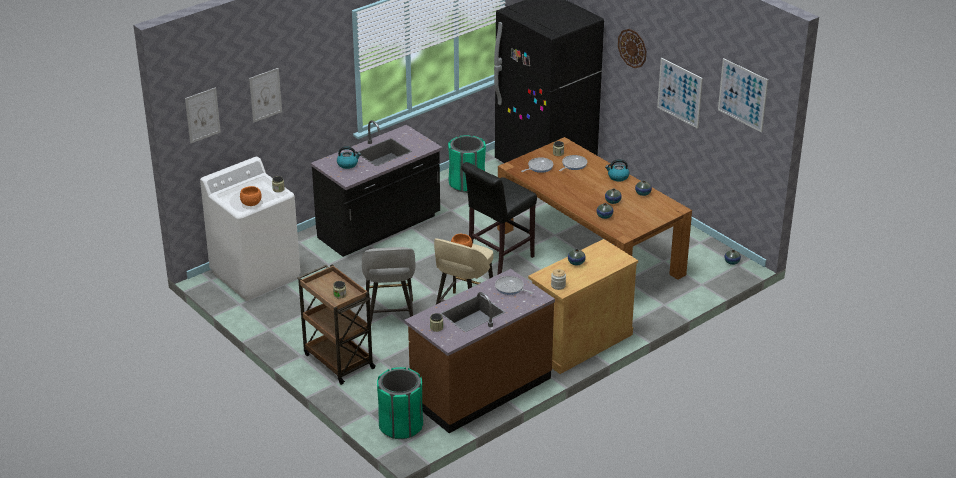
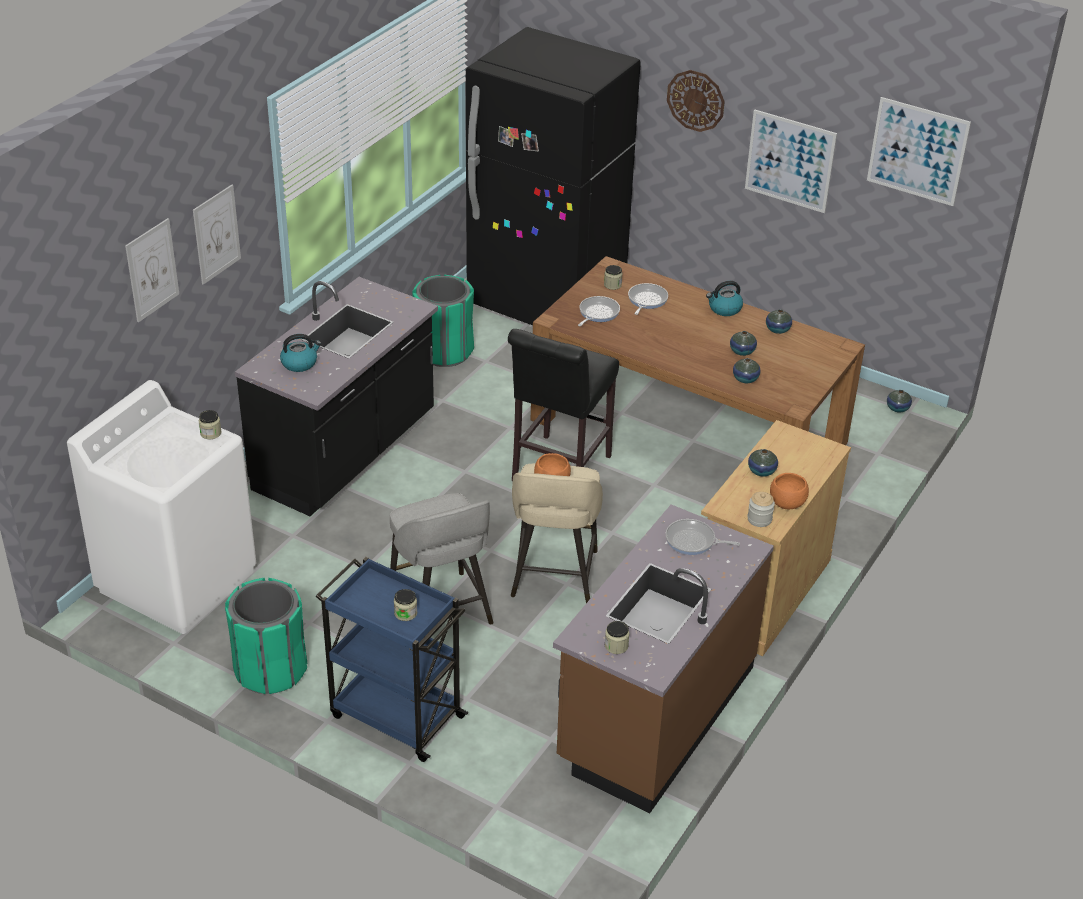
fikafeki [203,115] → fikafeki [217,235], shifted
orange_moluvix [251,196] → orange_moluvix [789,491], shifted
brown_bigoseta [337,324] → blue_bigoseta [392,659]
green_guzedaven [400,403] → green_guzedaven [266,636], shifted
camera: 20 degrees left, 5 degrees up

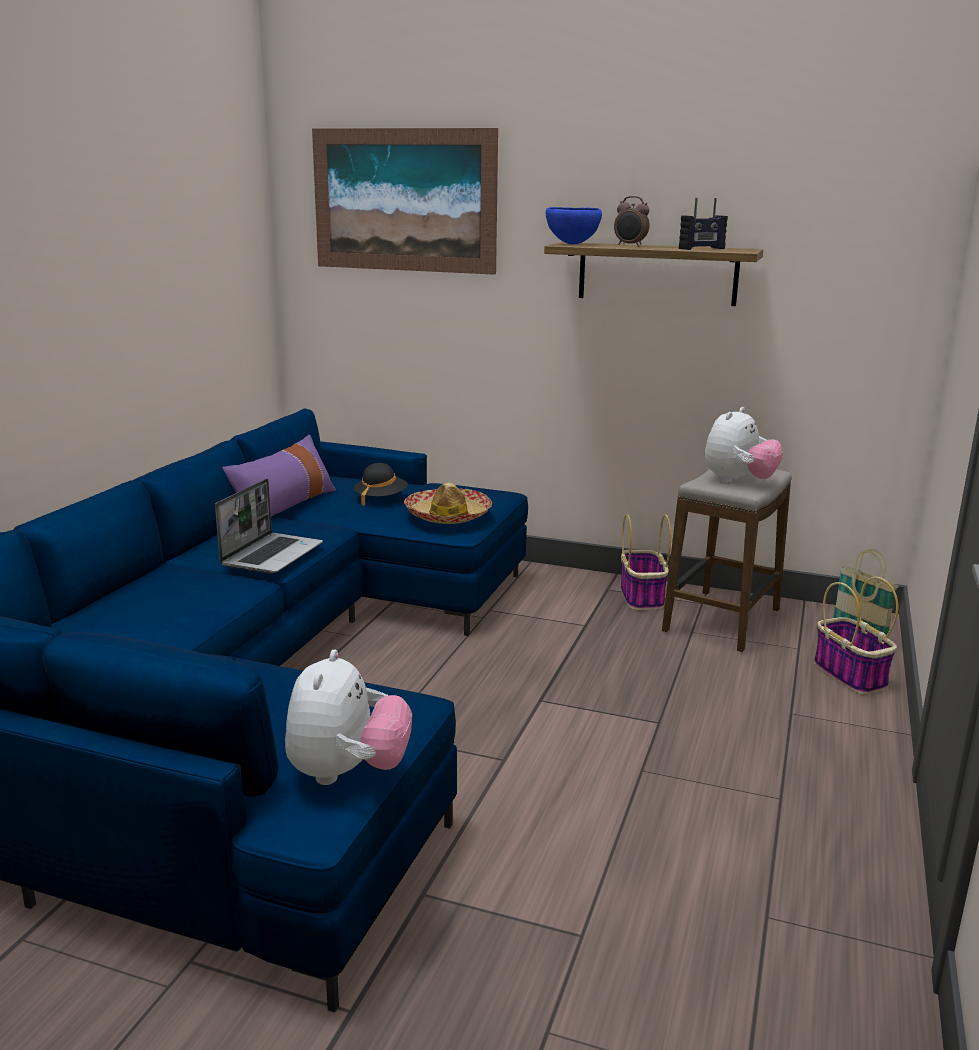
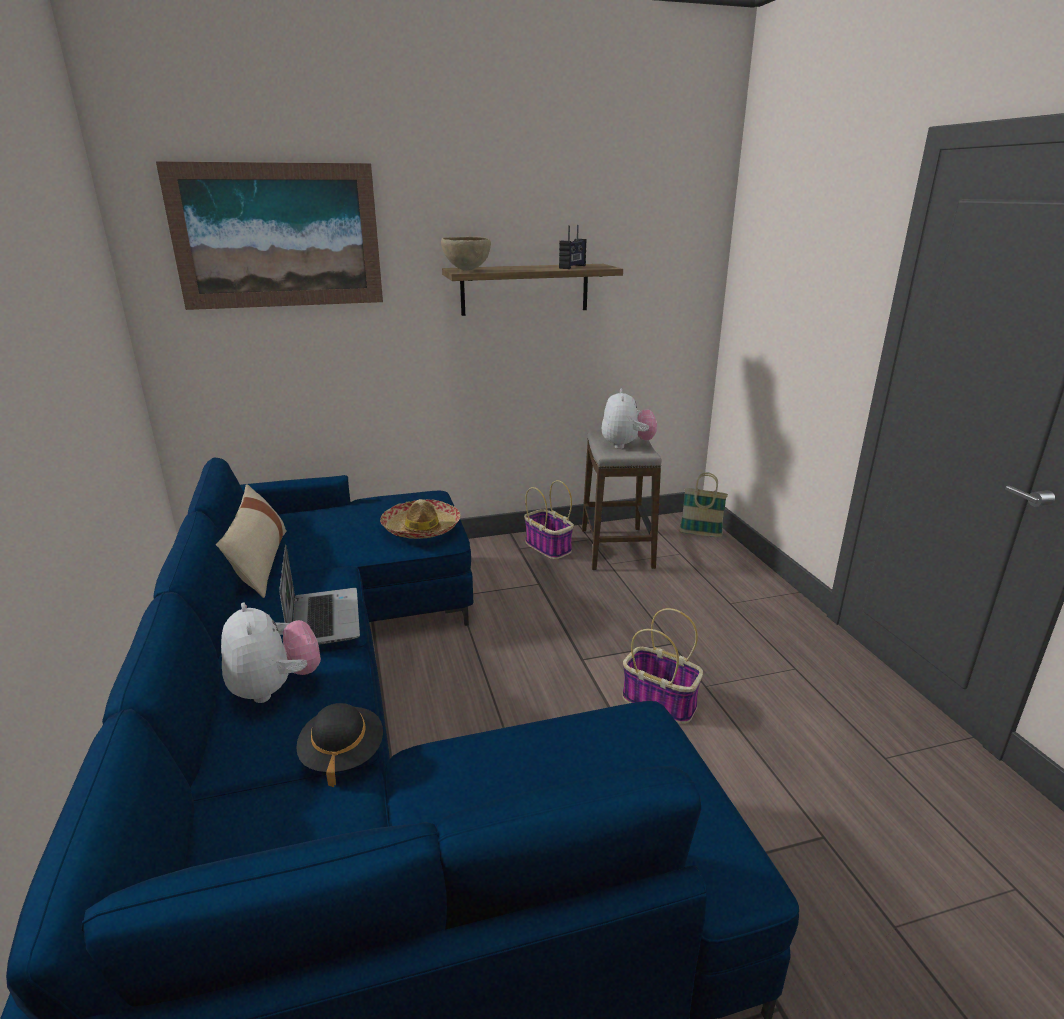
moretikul [631,221] → -
blue_moluvix [574,226] → brown_moluvix [466,254]
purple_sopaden [279,476] → beige_sopaden [251,541]
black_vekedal [381,484] → black_vekedal [339,745], shifted
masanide [856,636] → masanide [662,666], shifted
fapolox [348,717] → fapolox [271,652], shifted
camera: 35 degrees left, 5 degrees up

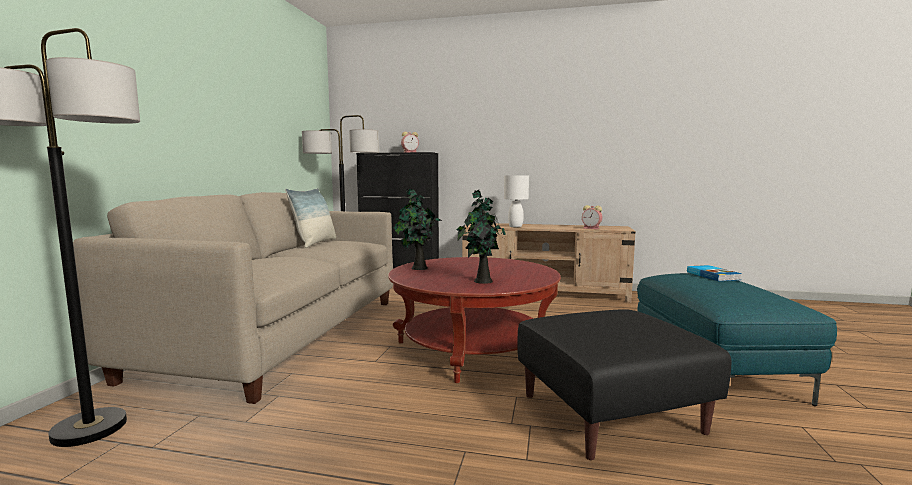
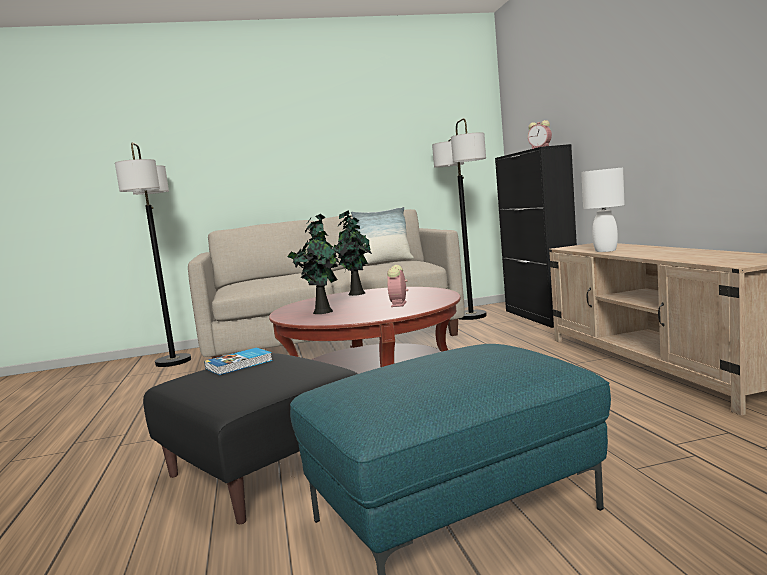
moretikul [592,217] → moretikul [397,286], shifted
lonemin [714,273] → lonemin [238,361], shifted
camera: 65 degrees right, 0 degrees up

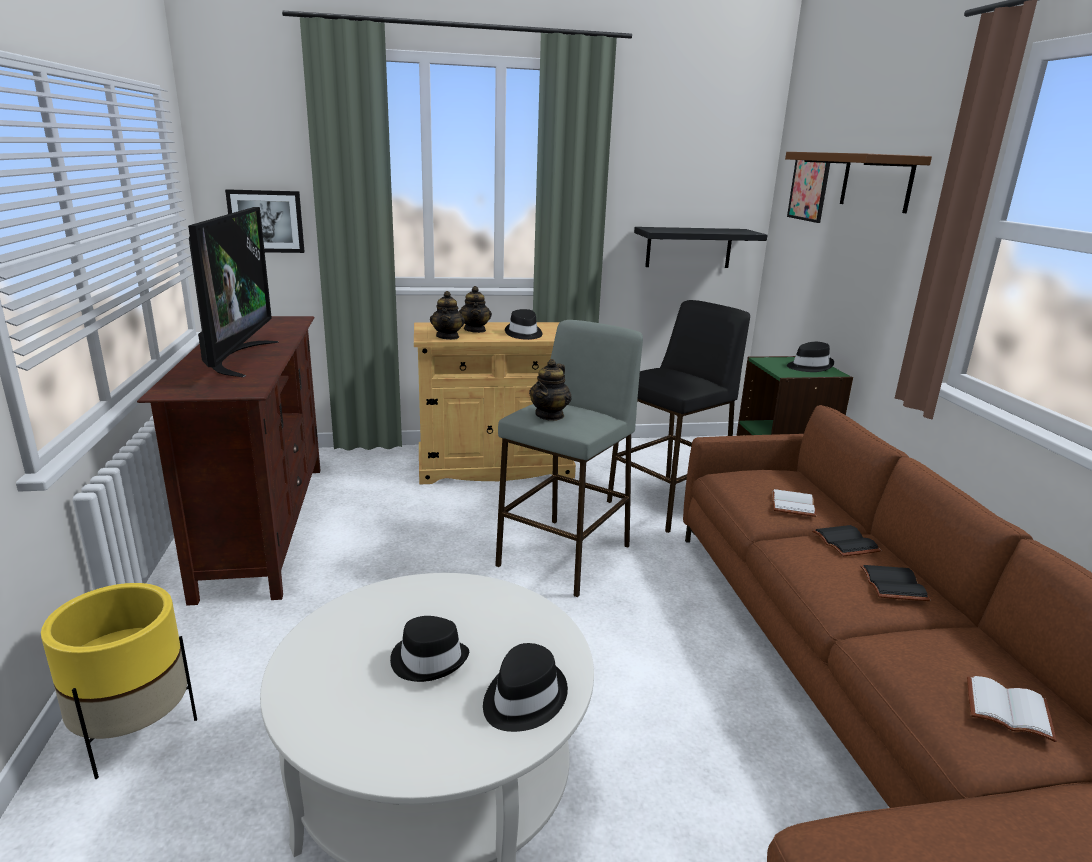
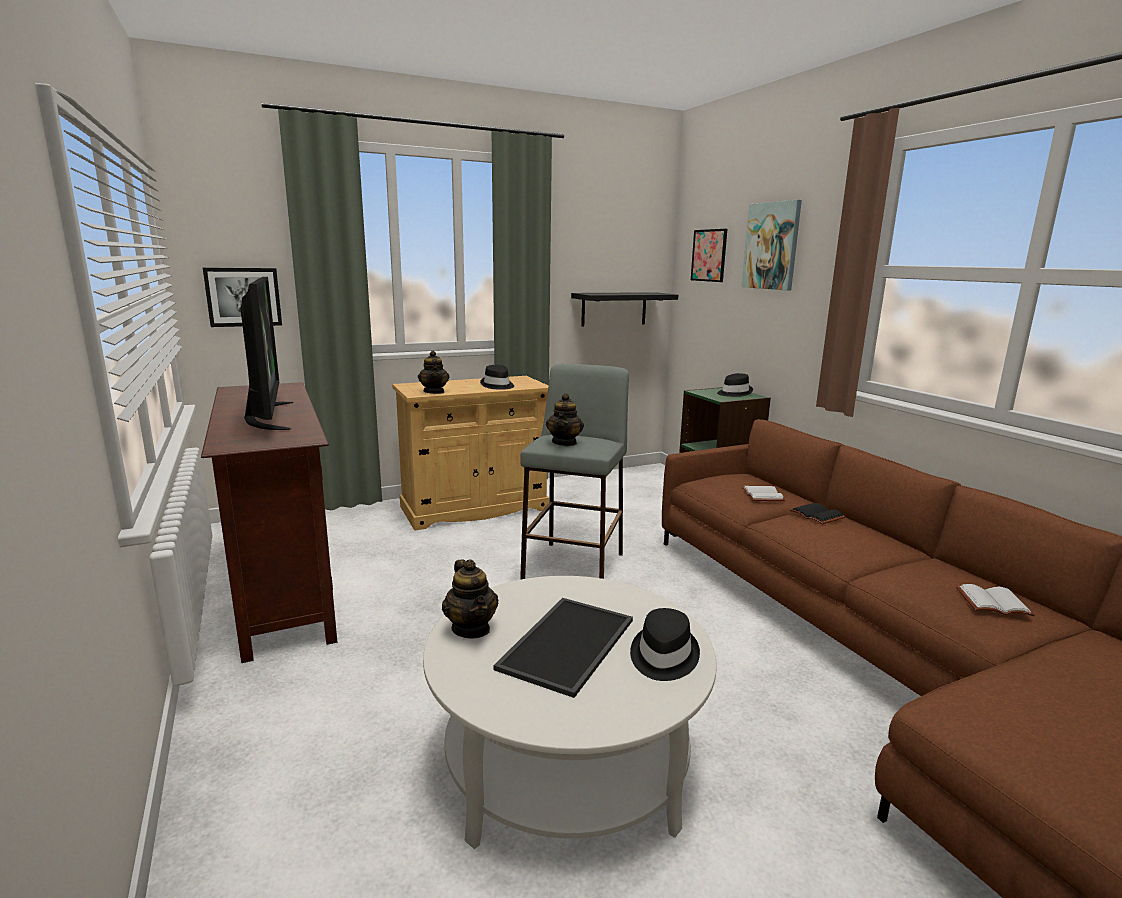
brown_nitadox [858,182] → fikafeki [771,245]
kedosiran [475,309] → kedosiran [470,599], shifted
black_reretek [678,416] → -
black_lonemin [895,583] → -
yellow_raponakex [119,681] → -
black_vekedal [429,649] → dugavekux [563,648]
camera: 15 degrees left, 5 degrees down

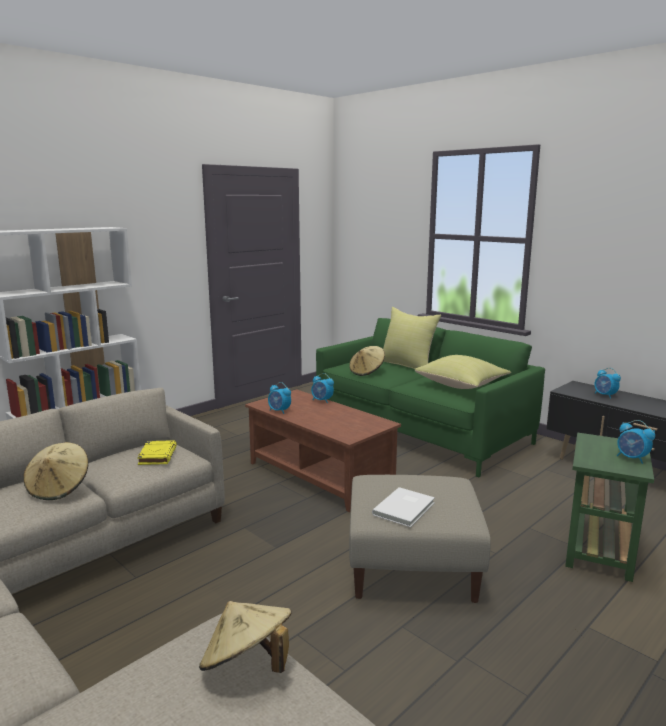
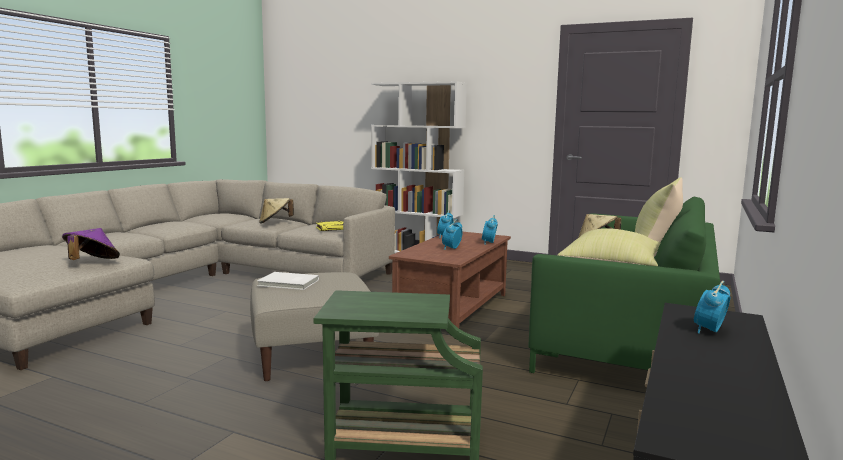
moretikul [636,442] → moretikul [452,234], shifted
beige_vekedal [245,637] → purple_vekedal [91,244]
camera: 70 degrees right, 5 degrees down

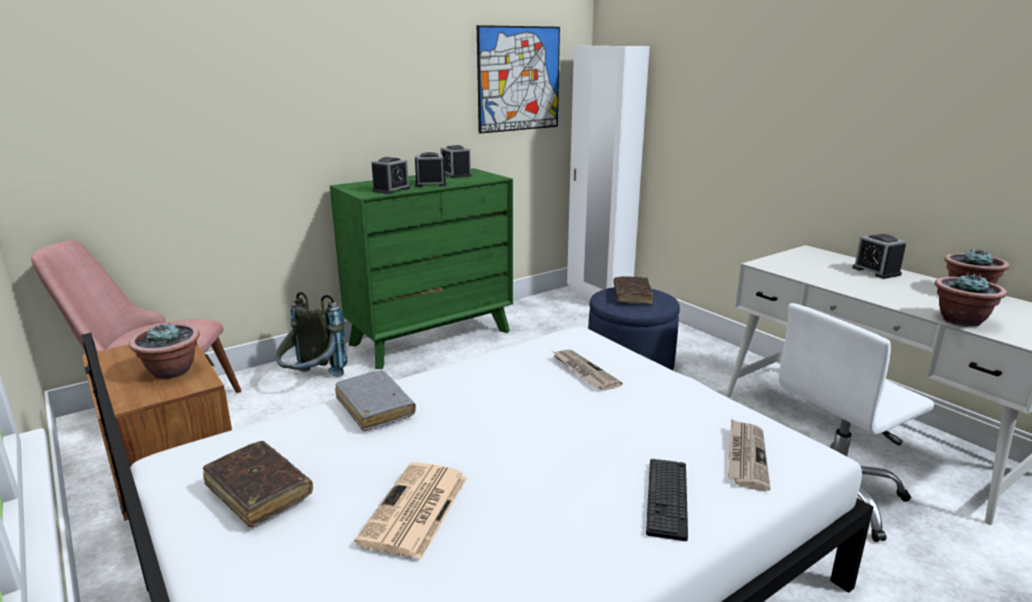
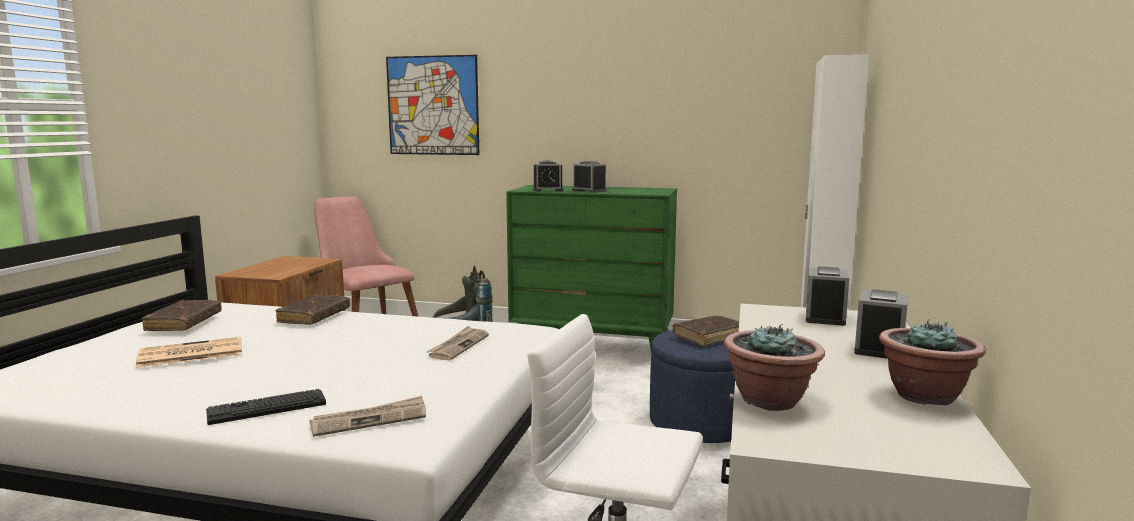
fikafeki [518,79] → fikafeki [432,105], shifted
moretikul [455,161] → moretikul [827,296], shifted
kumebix [164,351] → -
grey_lonemin [375,401] → brown_lonemin [312,309]
camera: 50 degrees right, 10 degrees down

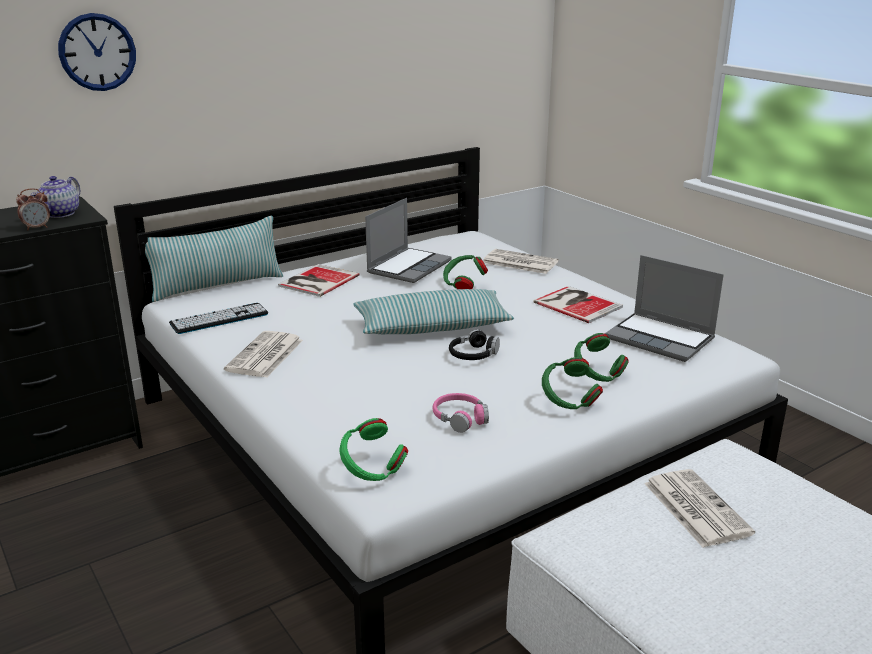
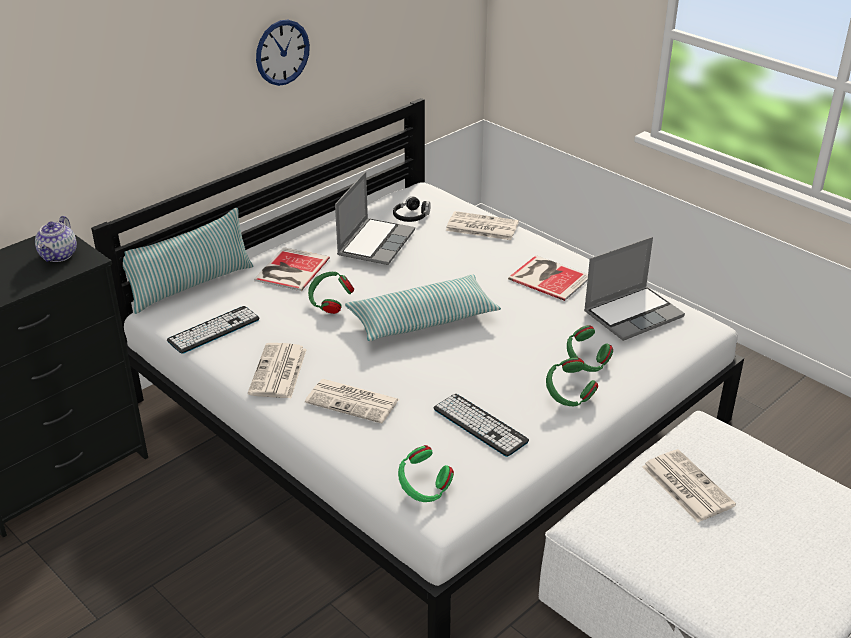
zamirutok [97,52] → zamirutok [283,53], shifted
moretikul [33,209] → -
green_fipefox [465,272] → green_fipefox [331,293], shifted
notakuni [664,308] → notakuni [634,289], 60 degrees counterclockwise
black_fipefox [474,344] → black_fipefox [412,209], shifted
pink_fipefox [461,413] → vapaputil [481,425]
- → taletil [352,401]
camera: 10 degrees left, 10 degrees up

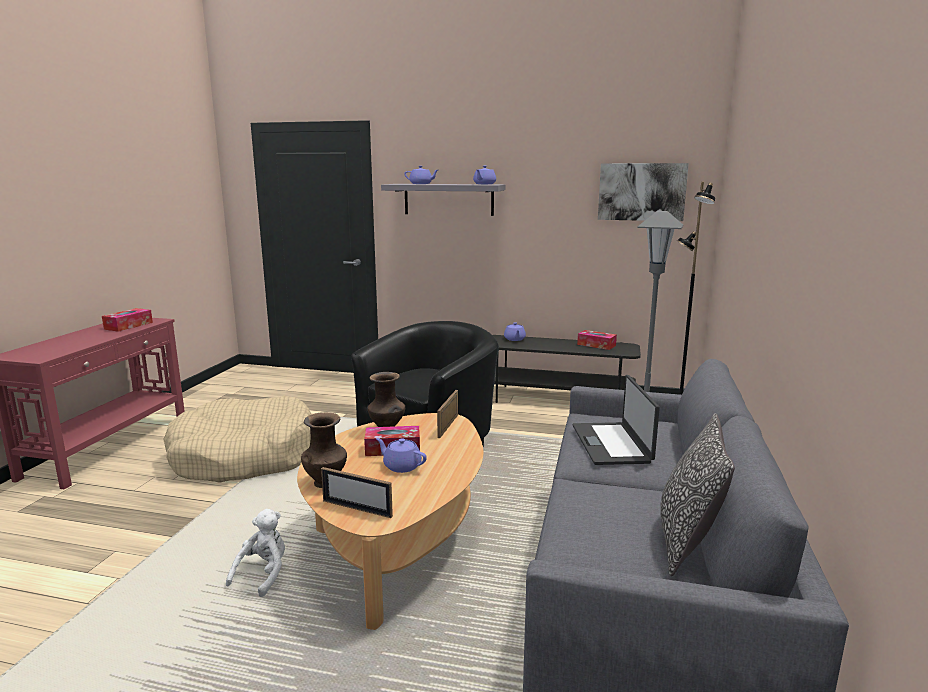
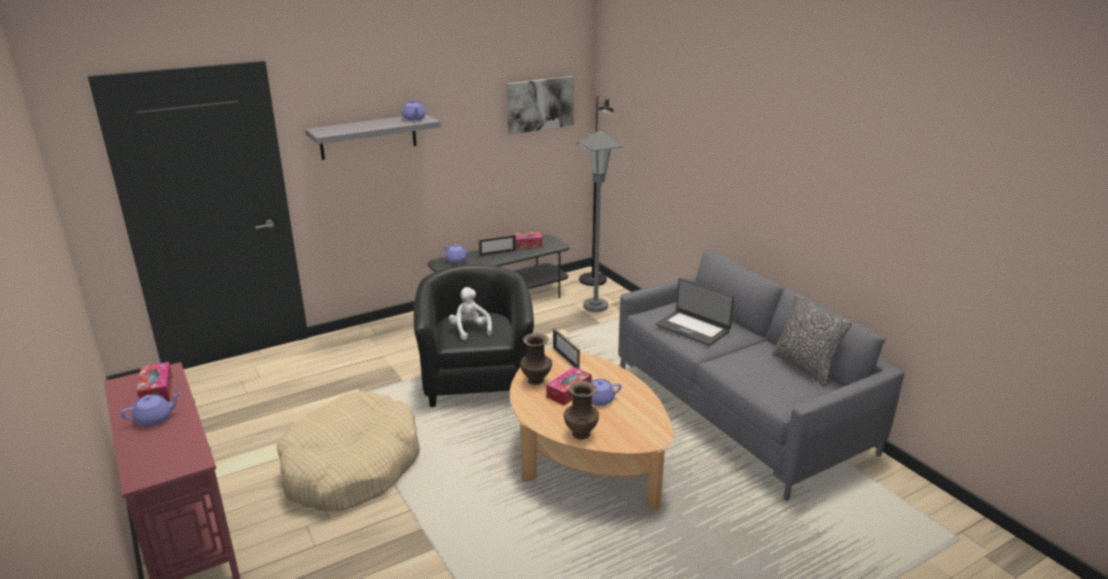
purple_kedosiran [421,175] → purple_kedosiran [150,409], shifted
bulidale [357,492] → bulidale [497,245], shifted
white_fapolox [255,553] → white_fapolox [470,313], shifted
camera: 45 degrees left, 10 degrees up

